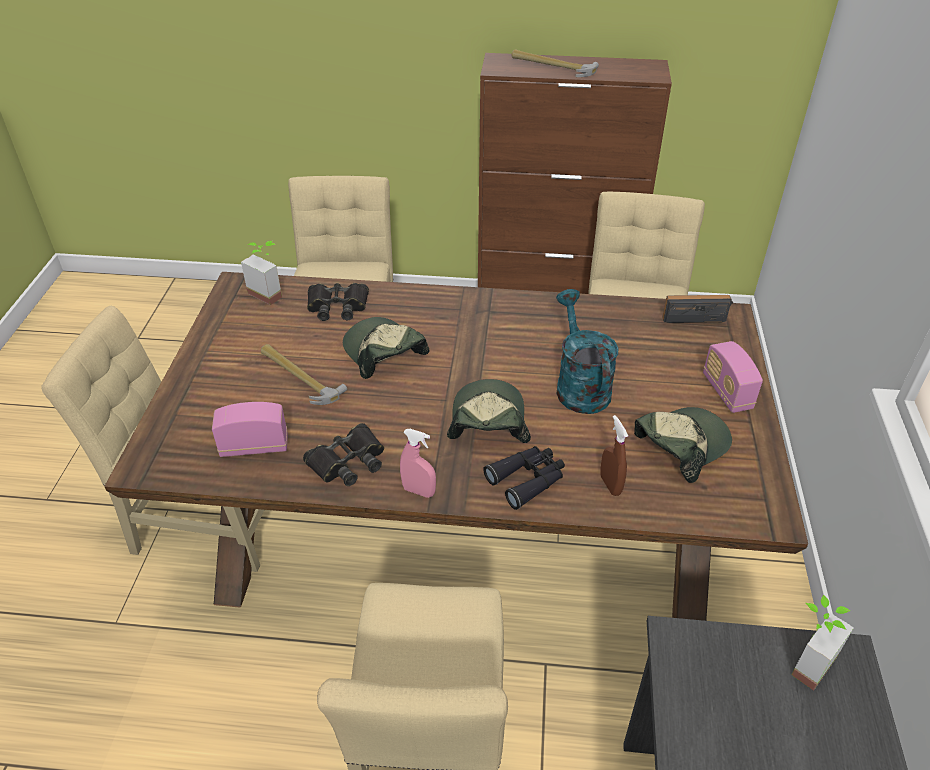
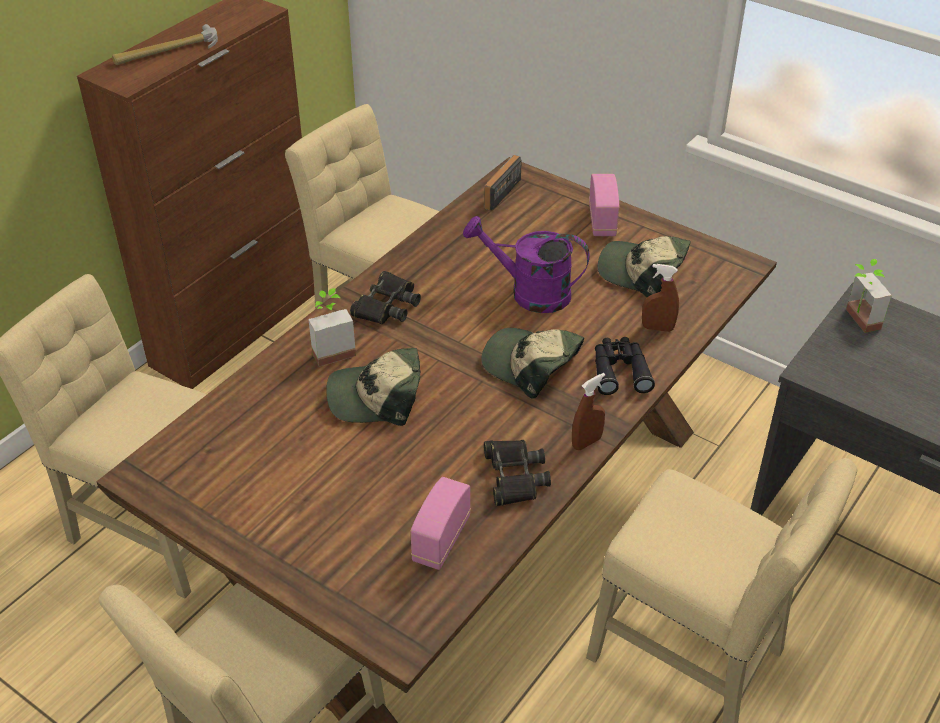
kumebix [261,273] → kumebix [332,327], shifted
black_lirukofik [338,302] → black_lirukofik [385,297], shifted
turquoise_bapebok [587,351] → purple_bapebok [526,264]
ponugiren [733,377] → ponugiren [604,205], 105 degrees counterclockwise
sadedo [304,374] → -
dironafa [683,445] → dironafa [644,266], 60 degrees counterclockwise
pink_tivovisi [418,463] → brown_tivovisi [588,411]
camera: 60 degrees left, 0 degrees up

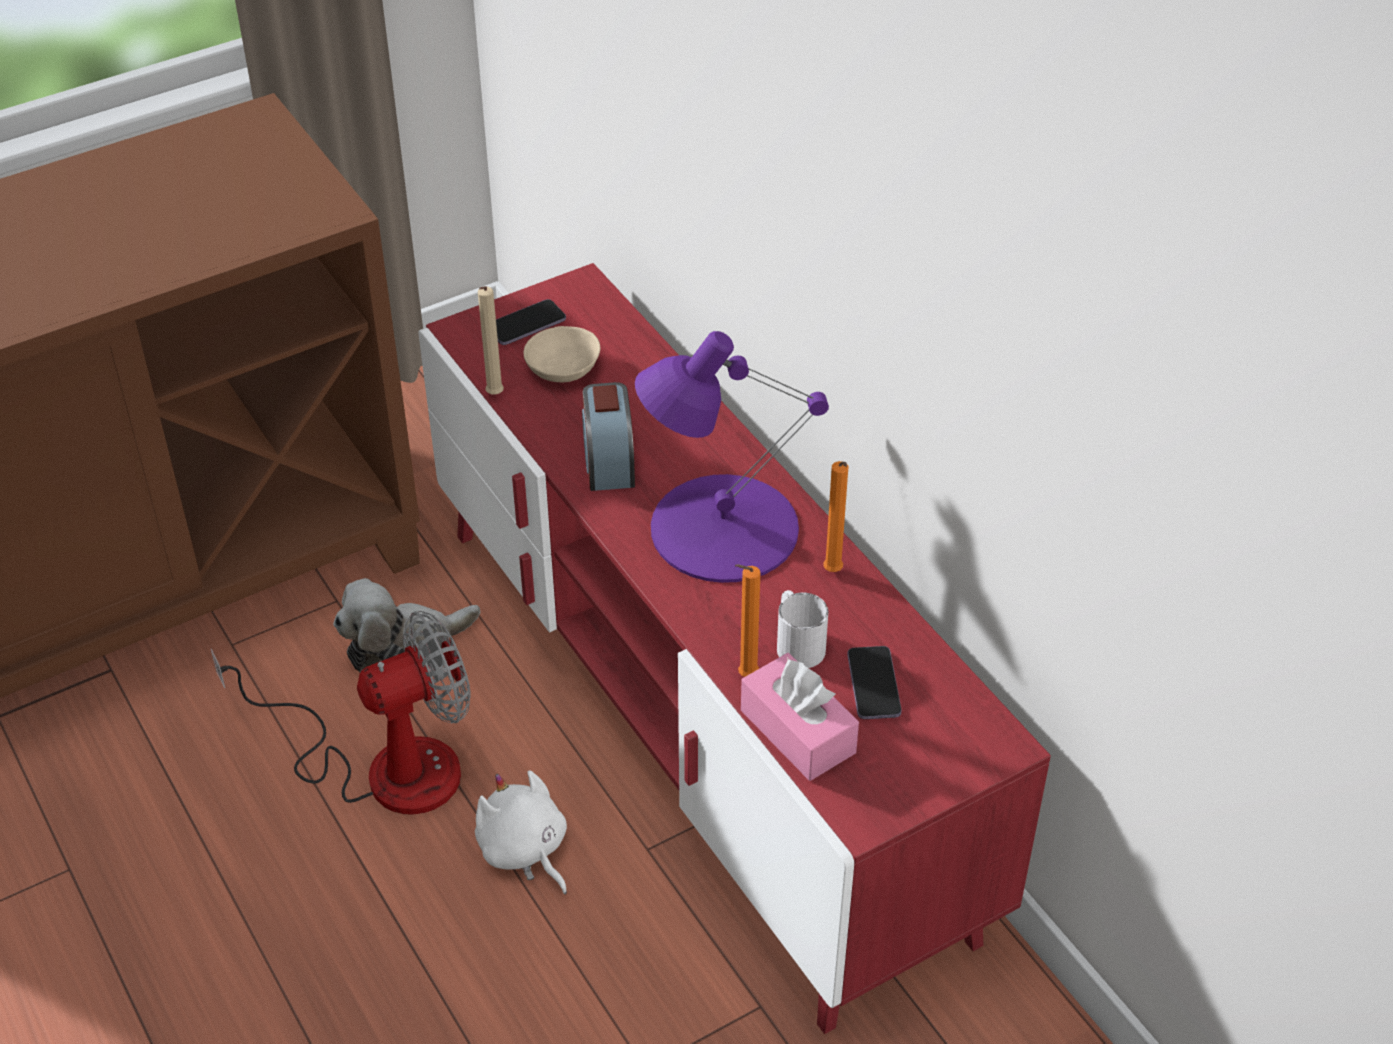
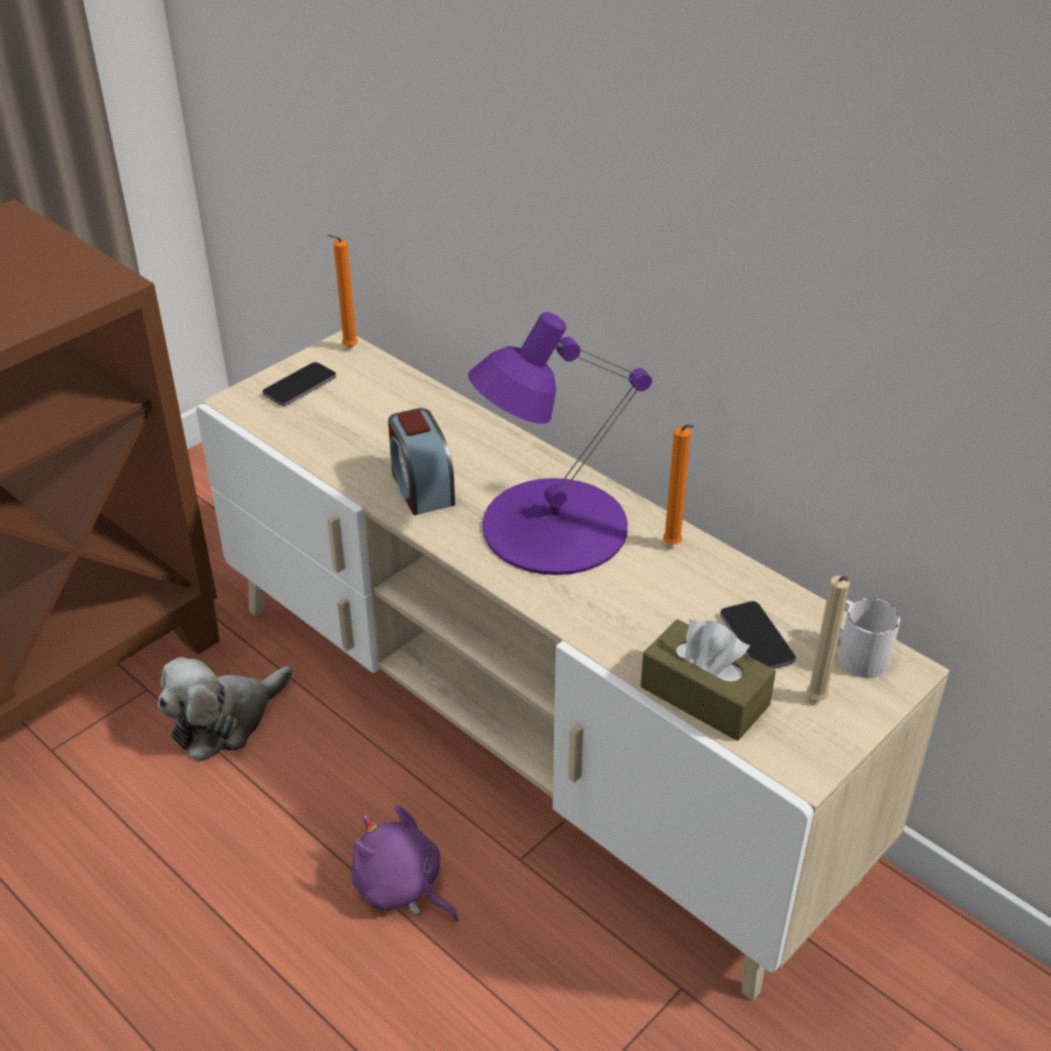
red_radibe [734,648] → beige_radibe [573,665]
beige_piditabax [491,340] → beige_piditabax [828,638], shifted
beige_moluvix [562,354] → -
orange_piditabax [747,620] → orange_piditabax [342,291], shifted
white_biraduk [803,629] → white_biraduk [869,638], shifted
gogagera [341,713] → -
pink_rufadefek [800,717] → brown_rufadefek [708,680]
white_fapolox [521,832] → purple_fapolox [404,863]
camera: 15 degrees left, 5 degrees down

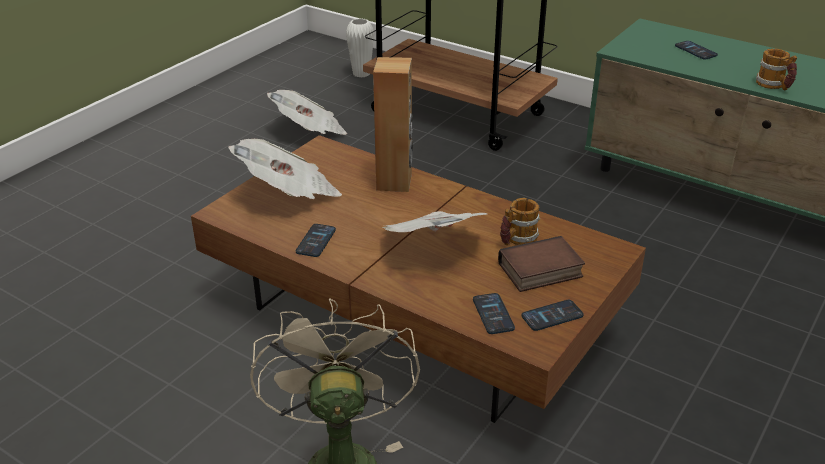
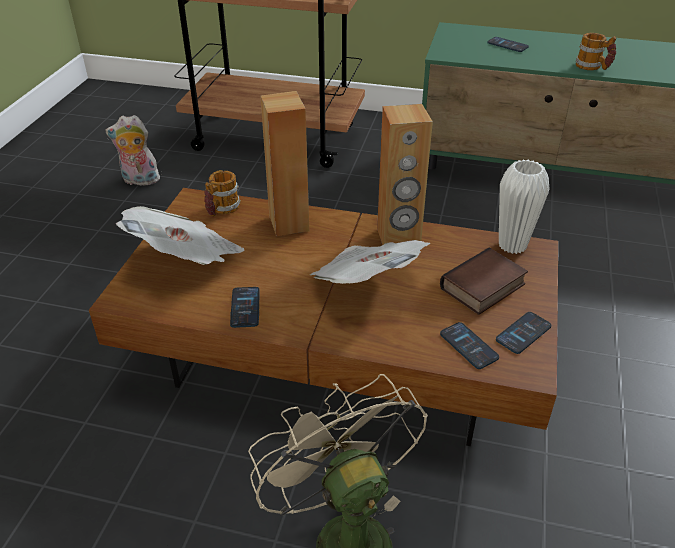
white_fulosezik [360,48] → white_fulosezik [524,206], shifted
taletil [307,112] → fapolox [132,150]
biraduk [520,221] → biraduk [222,193], shifted
- → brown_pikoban [405,174]
camera: 20 degrees left, 5 degrees up

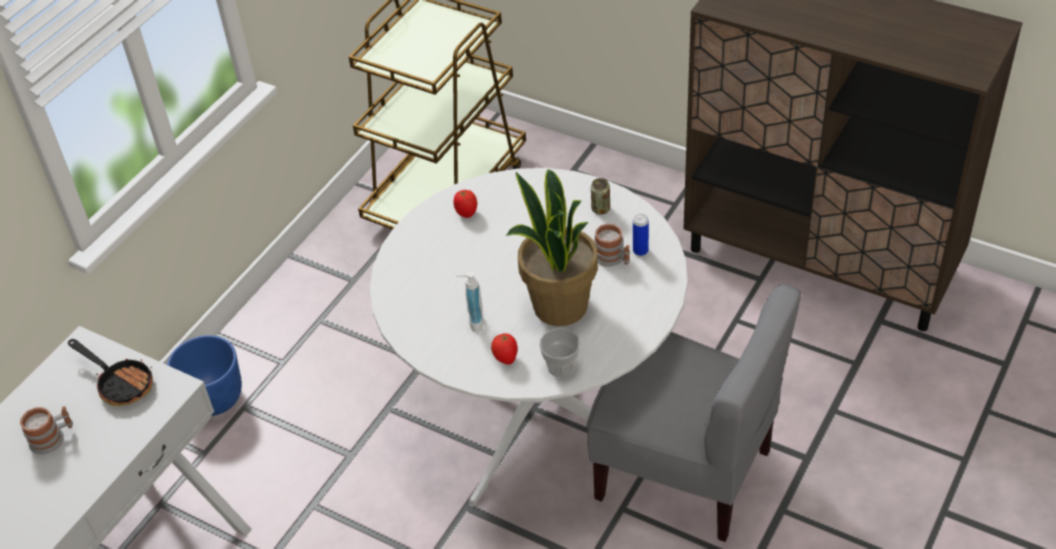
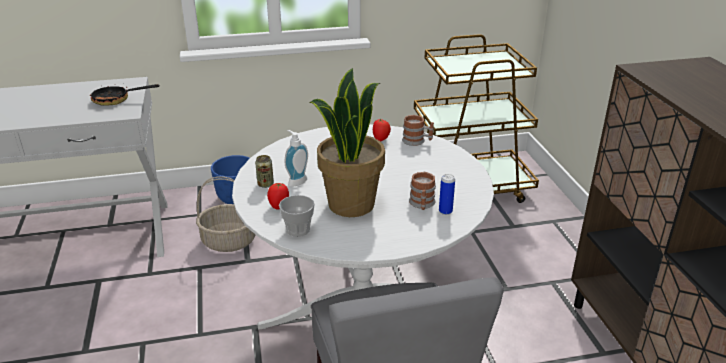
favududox [600,196] → favududox [264,171], shifted
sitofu [110,372] → sitofu [124,95], 90 degrees clockwise
biraduk [46,430] → biraduk [418,130], shifted
- → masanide [226,214]
camera: 45 degrees right, 15 degrees down

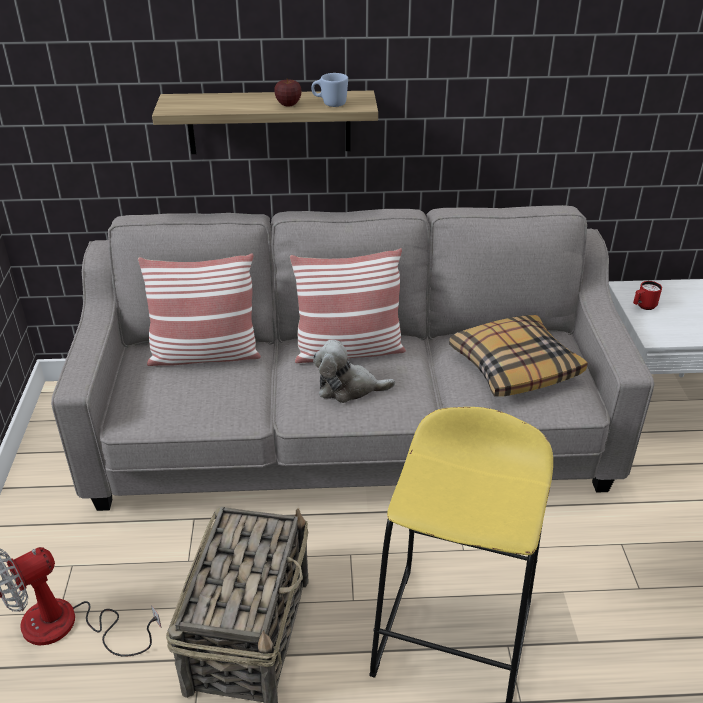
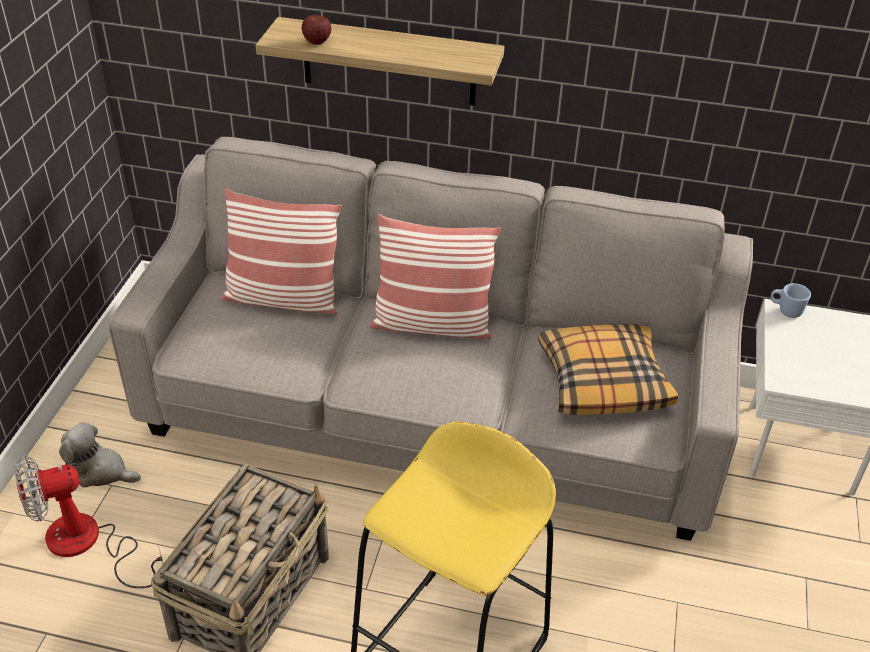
blue_biraduk [329,90] → blue_biraduk [791,300], shifted
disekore [287,92] → disekore [316,29], shifted
red_biraduk [647,295] → -
fapolox [354,371] → fapolox [100,455], shifted
camera: 15 degrees right, 5 degrees up

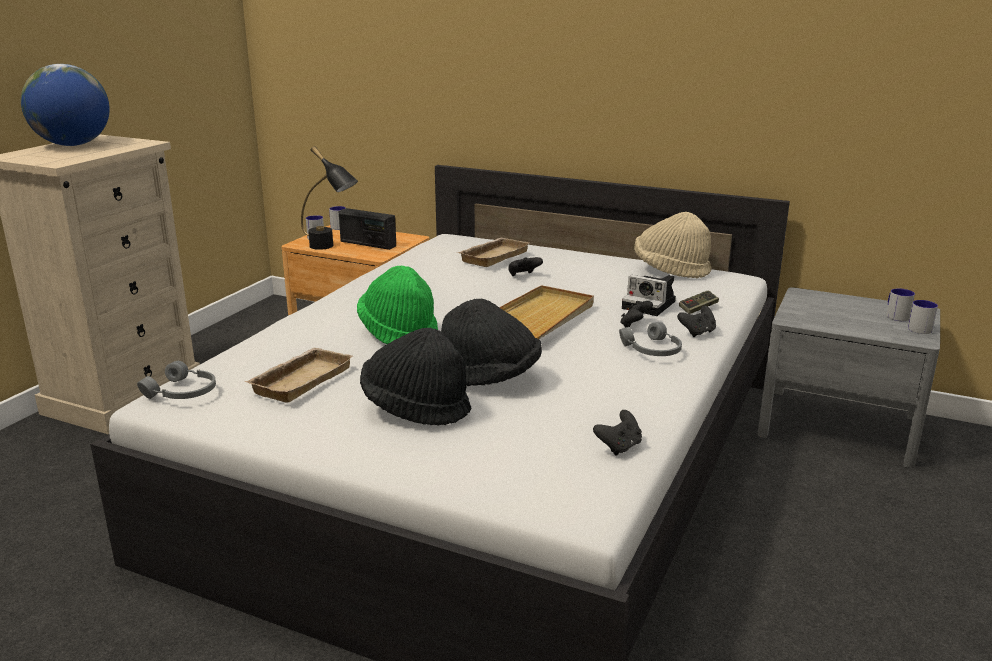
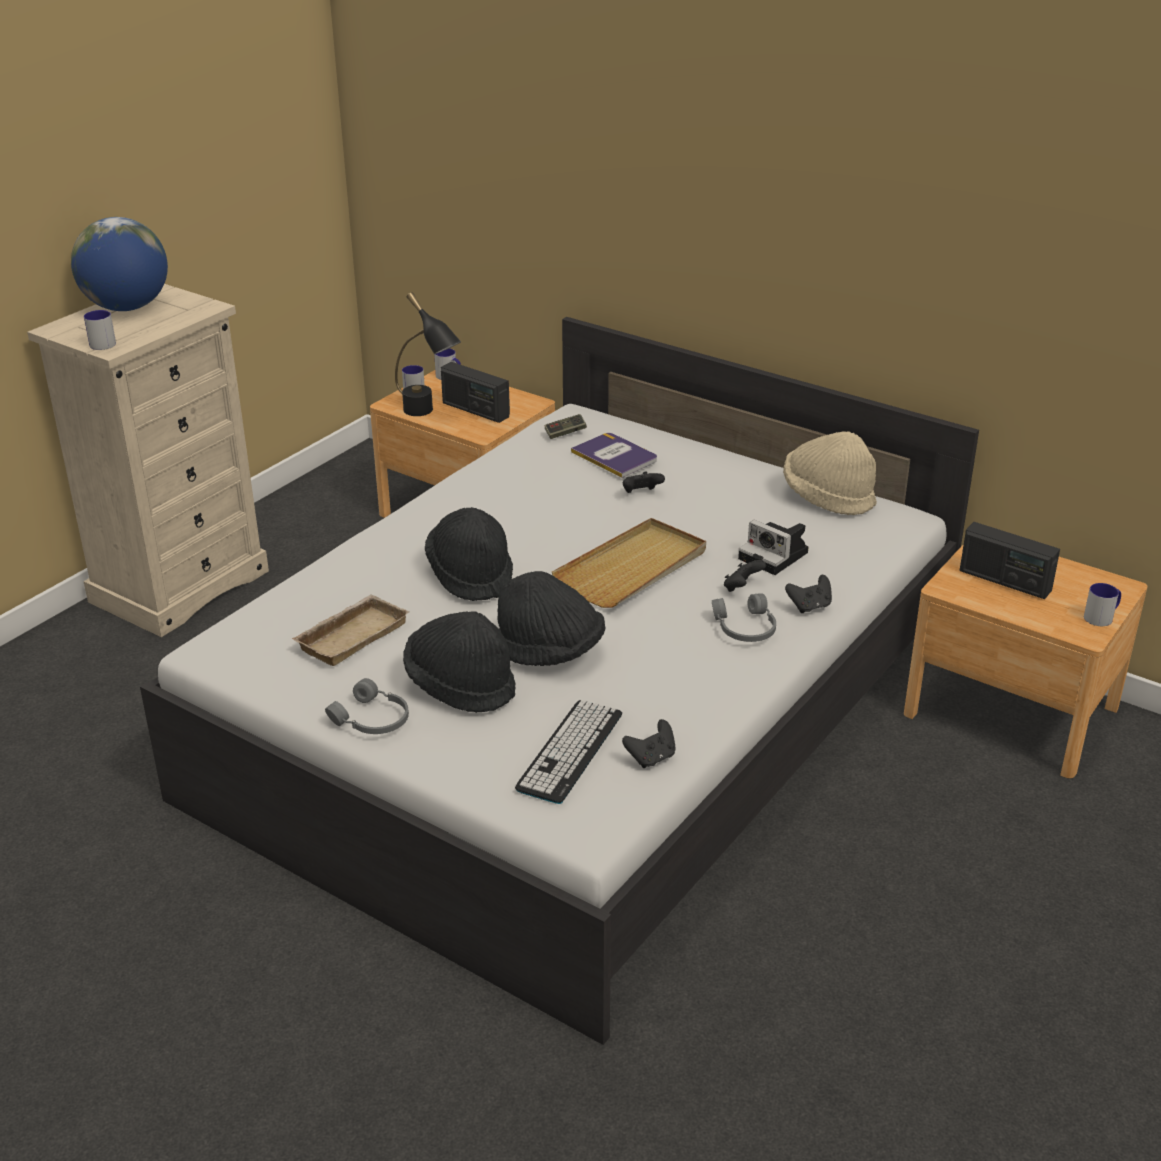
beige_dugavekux [493,252] → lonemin [614,455]
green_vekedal [397,305] → black_vekedal [469,554]
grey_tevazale [849,377] → brown_tevazale [1026,661]
biraduk [900,304] → biraduk [100,330], shifted
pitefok [699,302] → pitefok [566,426], shifted
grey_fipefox [176,380] → grey_fipefox [367,706], shifted
- → ponugiren [1010,560]
- → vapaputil [568,752]
camera: 10 degrees right, 10 degrees up

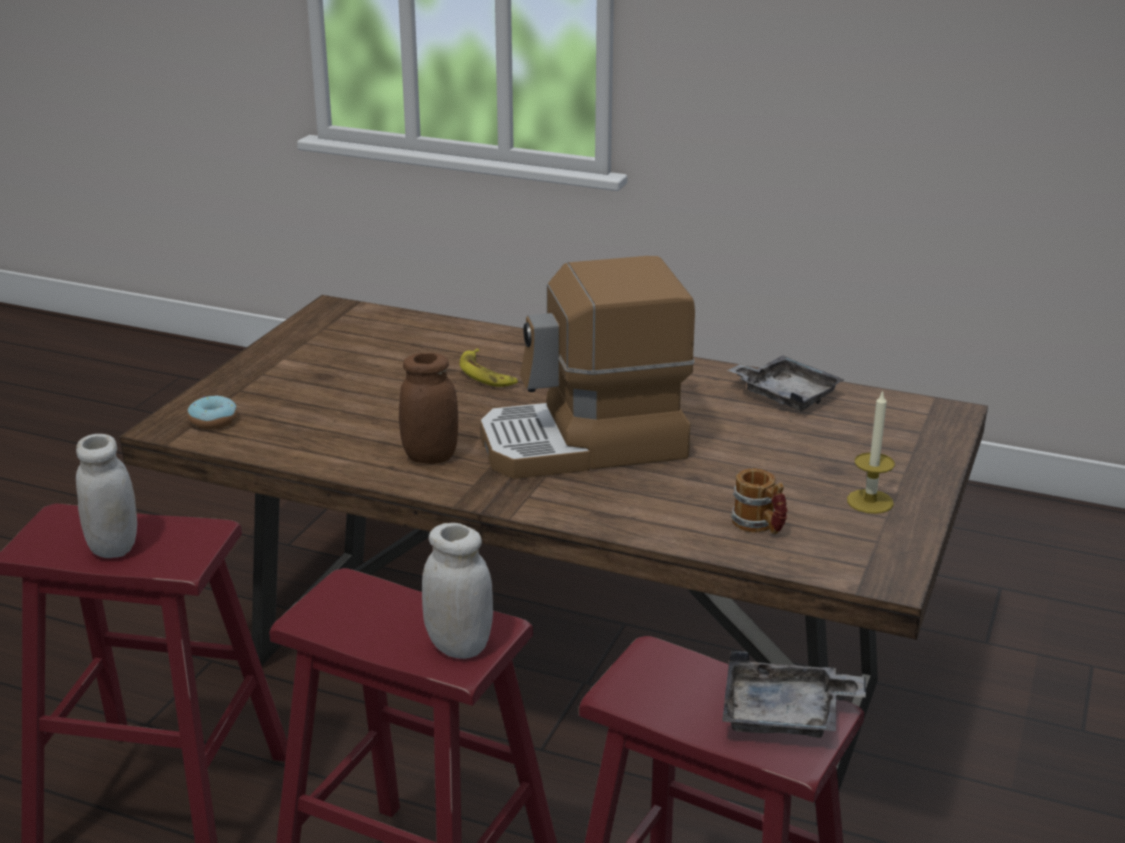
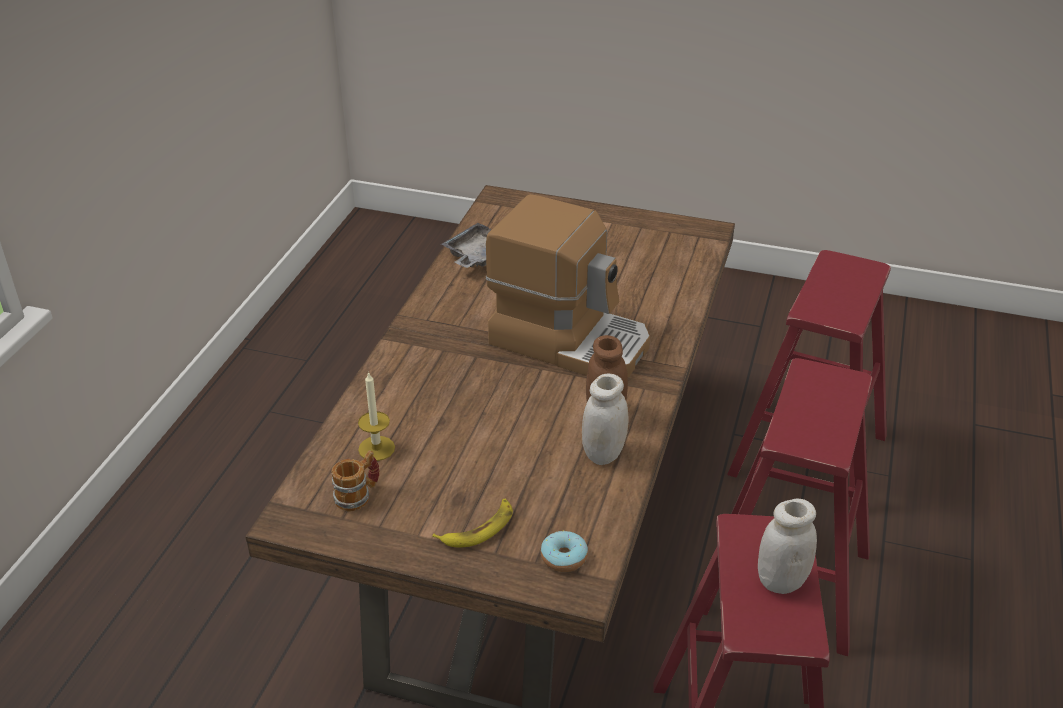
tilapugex [587,367] → tilapugex [568,285], 45 degrees counterclockwise
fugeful [489,367] → fugeful [472,523], shifted
piditabax [871,452] → piditabax [376,416], shifted
biraduk [759,501] → biraduk [355,480], shifted
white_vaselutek [457,591] → white_vaselutek [605,419], shifted
grey_dugavekux [794,694] → -
camera: 95 degrees left, 10 degrees up

